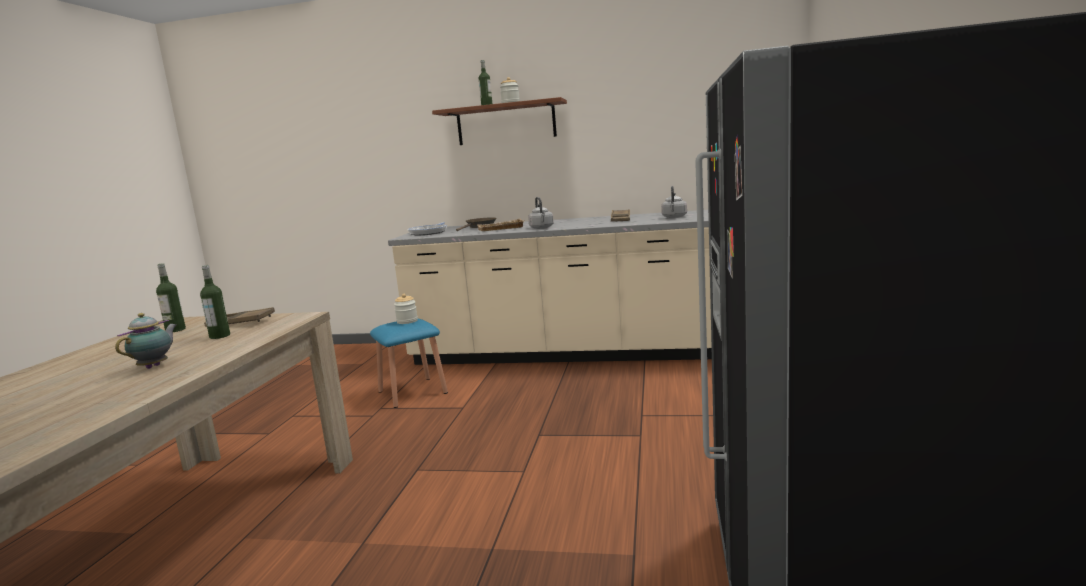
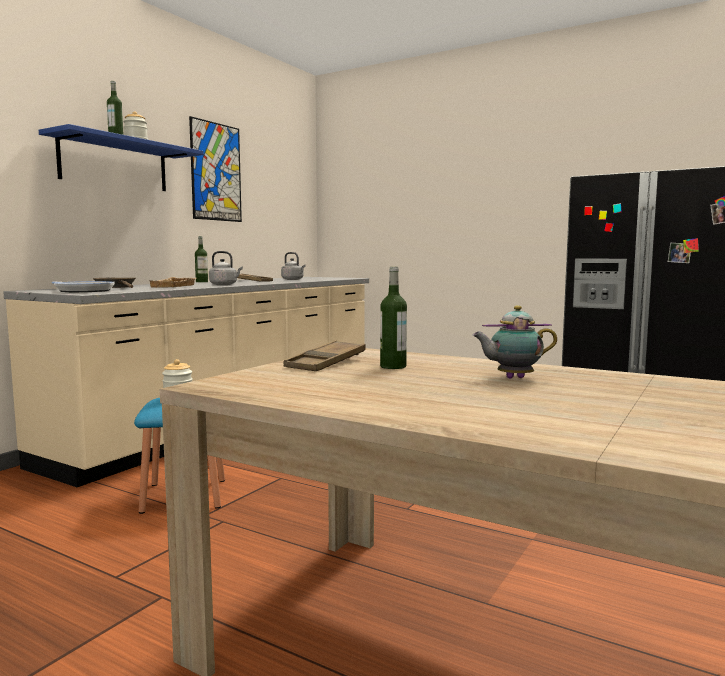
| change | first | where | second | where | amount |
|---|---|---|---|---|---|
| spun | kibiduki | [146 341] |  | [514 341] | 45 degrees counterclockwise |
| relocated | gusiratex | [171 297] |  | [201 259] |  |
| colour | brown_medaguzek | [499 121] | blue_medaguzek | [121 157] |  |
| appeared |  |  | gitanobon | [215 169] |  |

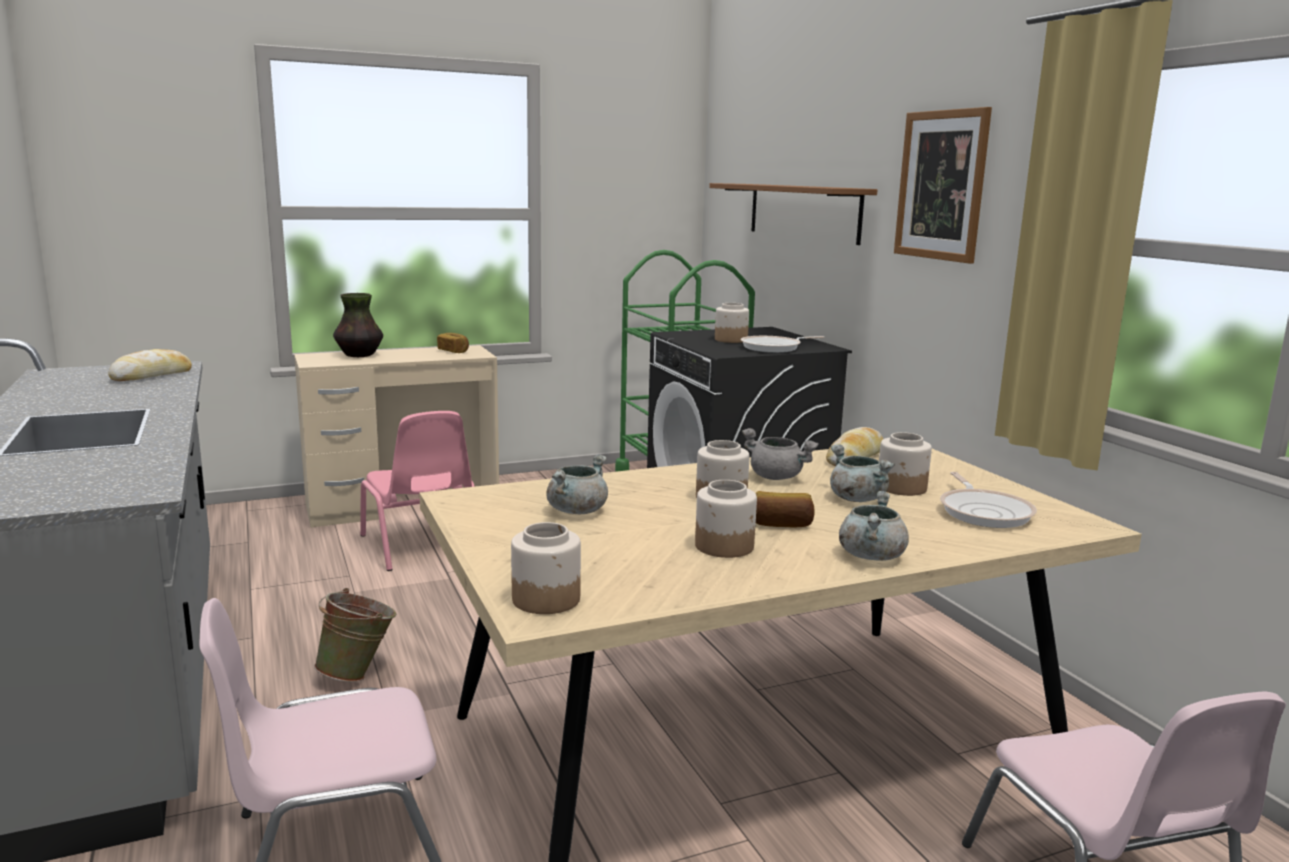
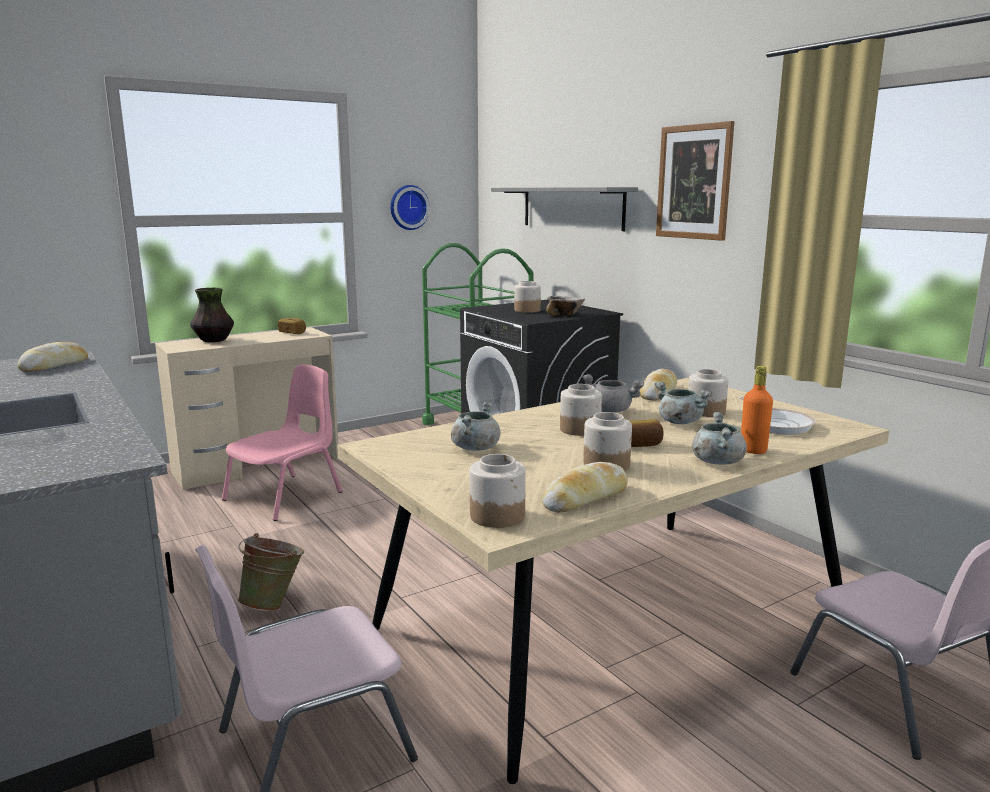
| change | first | where | second | where | amount |
|---|---|---|---|---|---|
| spun | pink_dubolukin | [417 491] |  | [282 442] | 105 degrees counterclockwise |
| colour | brown_medaguzek | [793 214] | grey_medaguzek | [564 209] |  |
| exchanged | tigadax | [782 344] | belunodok | [565 306] |  |
| appeared |  |  | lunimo | [410 207] |  |
| appeared |  |  | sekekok | [585 487] |  |
| appeared |  |  | orange_gusiratex | [757 410] |  |

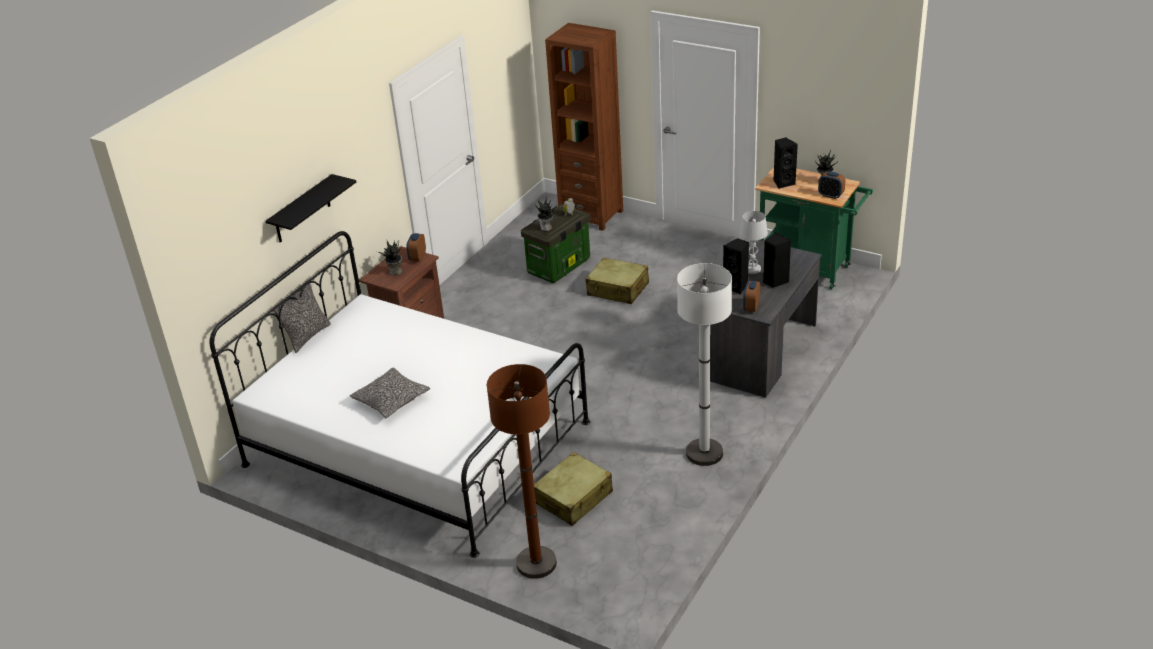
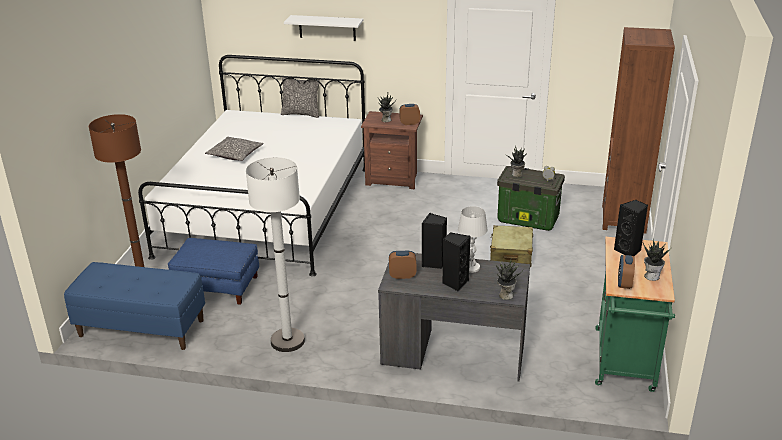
| change | first | where | second | where | amount |
|---|---|---|---|---|---|
| colour | black_medaguzek | [311 208] | white_medaguzek | [323 28] |  |
| exchanged | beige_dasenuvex | [573 489] | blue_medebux | [213 271] |  |
| appeared |  |  | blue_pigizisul | [134 306] |  |
| appeared |  |  | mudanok | [508 279] |  |

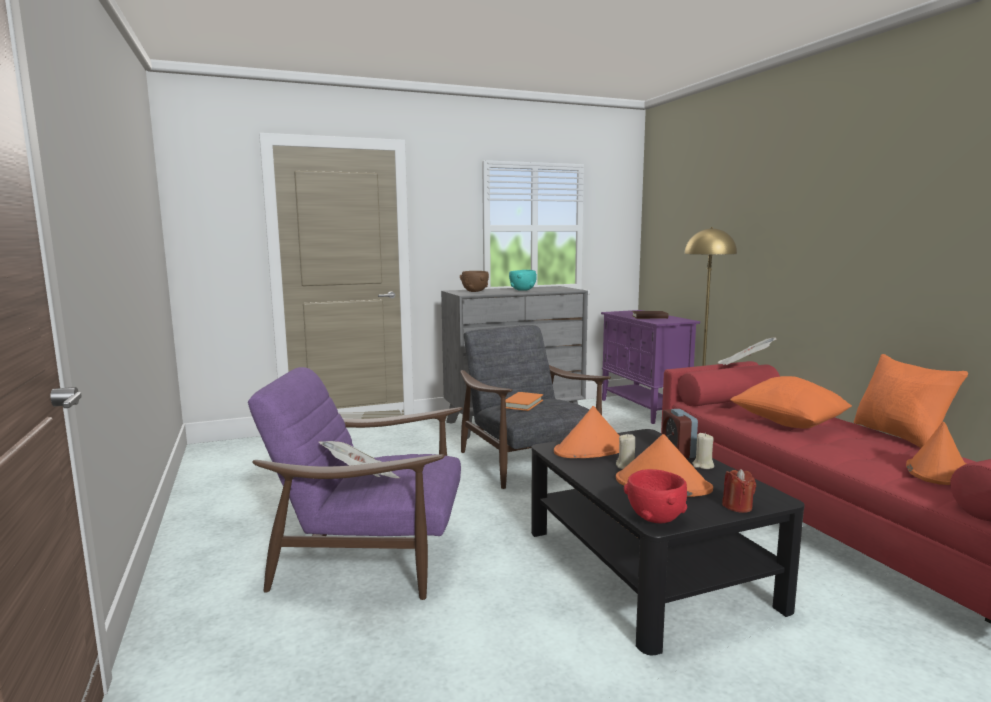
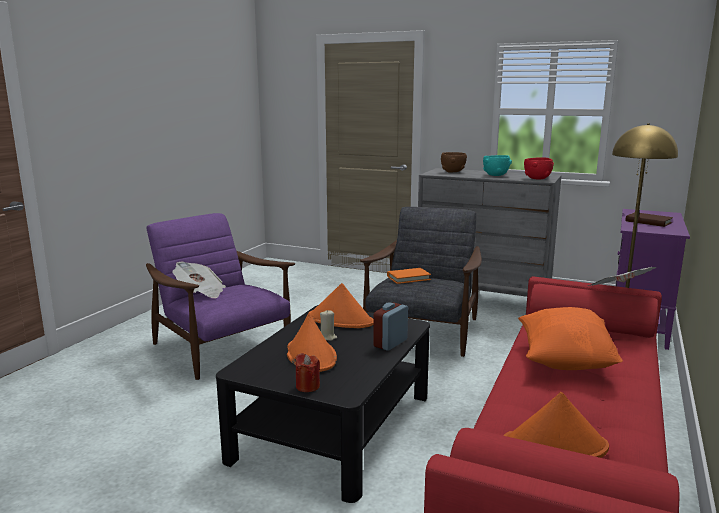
| change | first | where | second | where | amount |
|---|---|---|---|---|---|
| relocated | red_belunodok | [655 496] |  | [539 168] |  |
| missing | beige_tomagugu | [703 451] |  |  |  |
| missing | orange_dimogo | [911 401] |  |  |  |

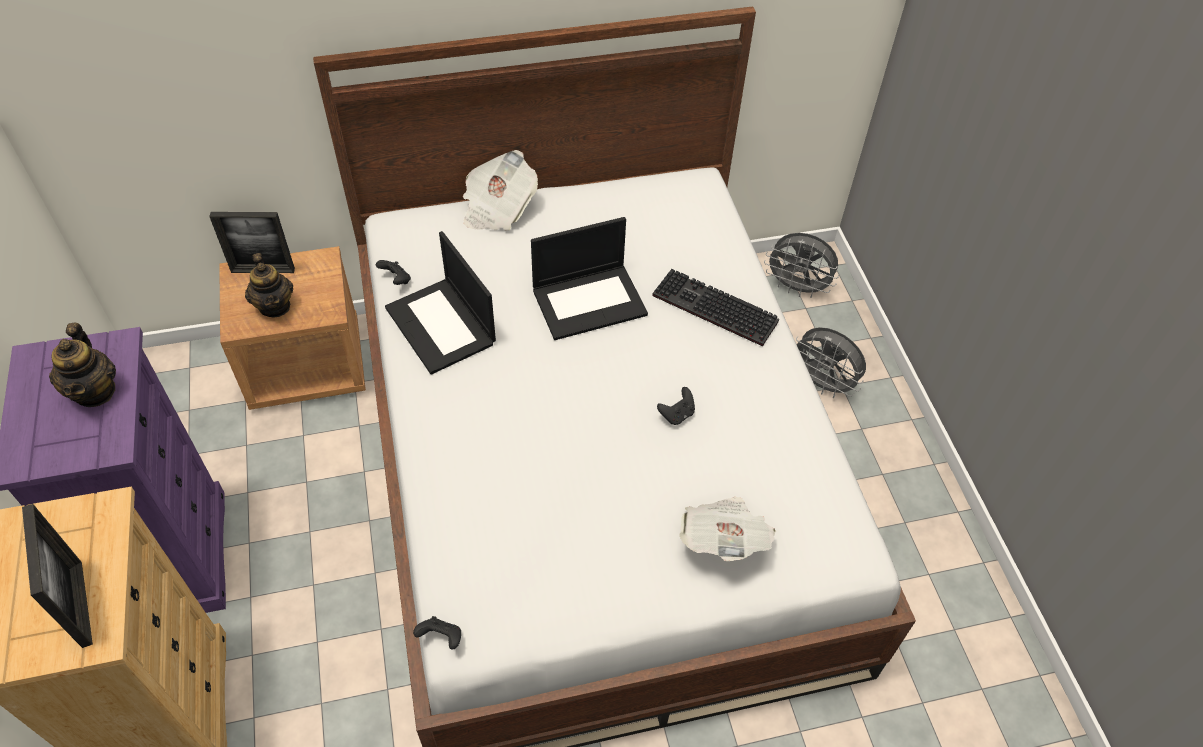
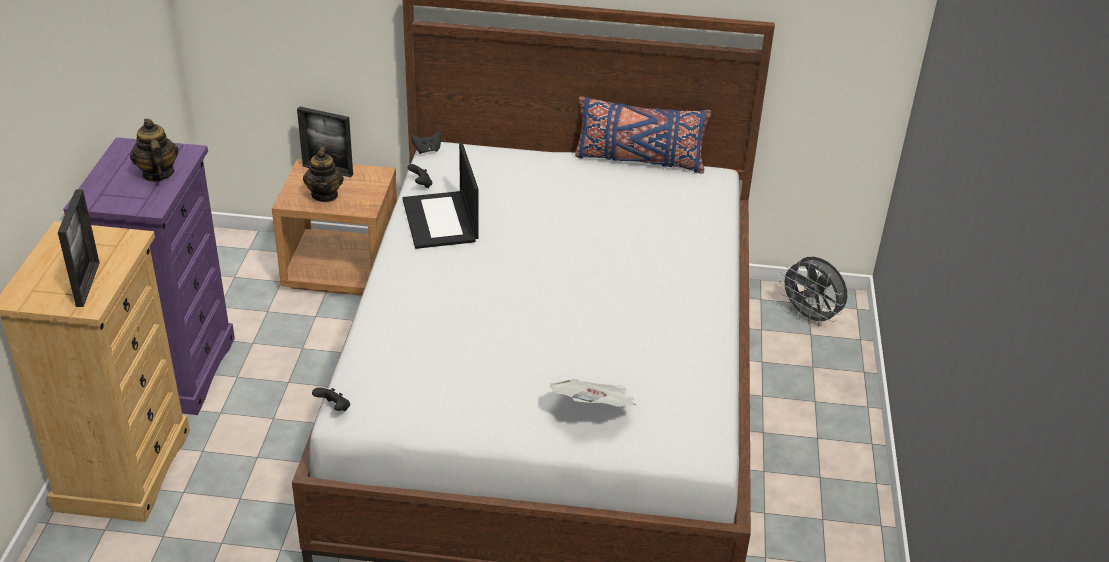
| change | first | where | second | where | amount |
|---|---|---|---|---|---|
| spun | kibiduki | [82 365] |  | [154 150] | 150 degrees clockwise |
| missing | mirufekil | [500 190] |  |  |  |
| missing | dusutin | [589 278] |  |  |  |
| missing | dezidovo | [715 307] |  |  |  |
| relocated | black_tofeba | [676 406] |  | [426 142] |  |
| missing | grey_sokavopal | [831 362] |  |  |  |
| appeared |  |  | blue_dimogo | [643 135] |  |

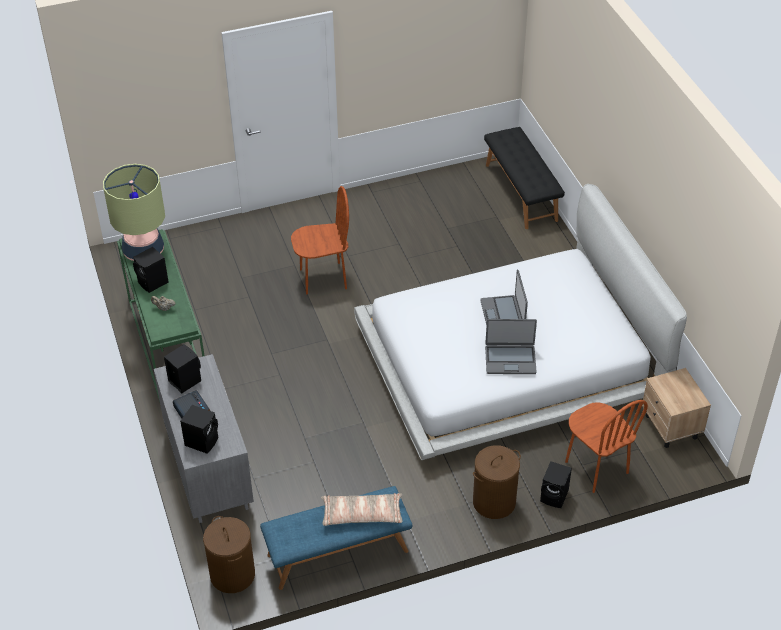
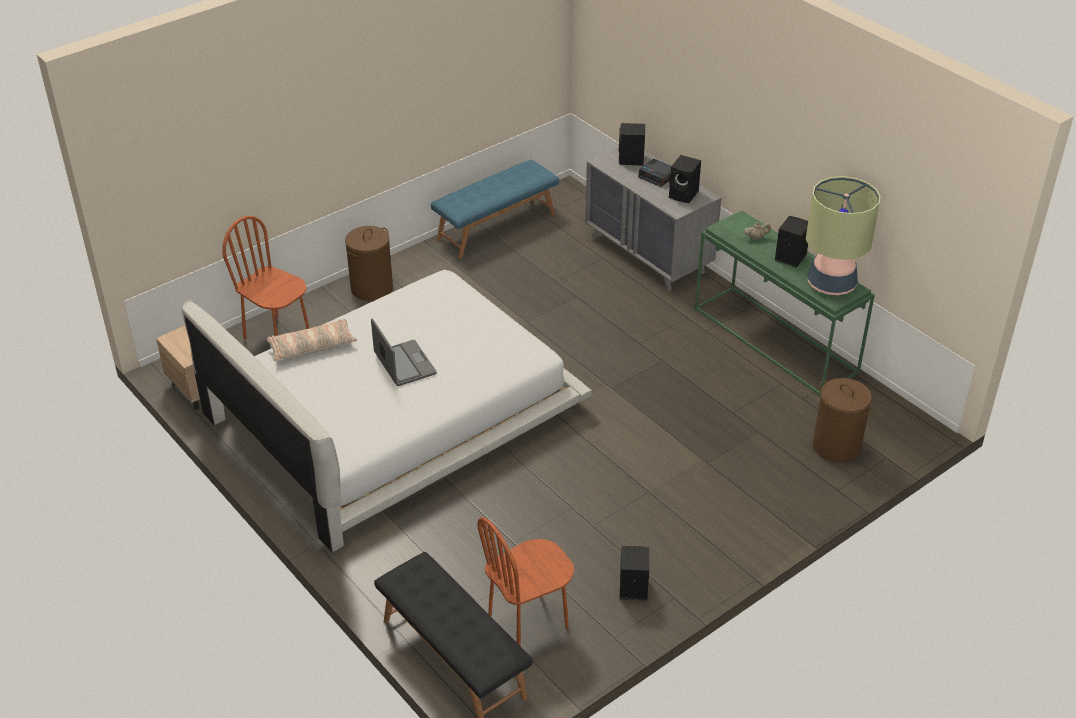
| change | first | where | second | where | amount |
|---|---|---|---|---|---|
| relocated | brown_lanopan | [229 554] |  | [843 420] |  |
| relocated | brown_dubolukin | [320 240] |  | [525 581] |  |
| relocated | dimogo | [362 509] |  | [311 340] |  |
| missing | dusutin | [511 346] |  |  |  |
| relocated | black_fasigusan | [556 484] |  | [634 573] |  |

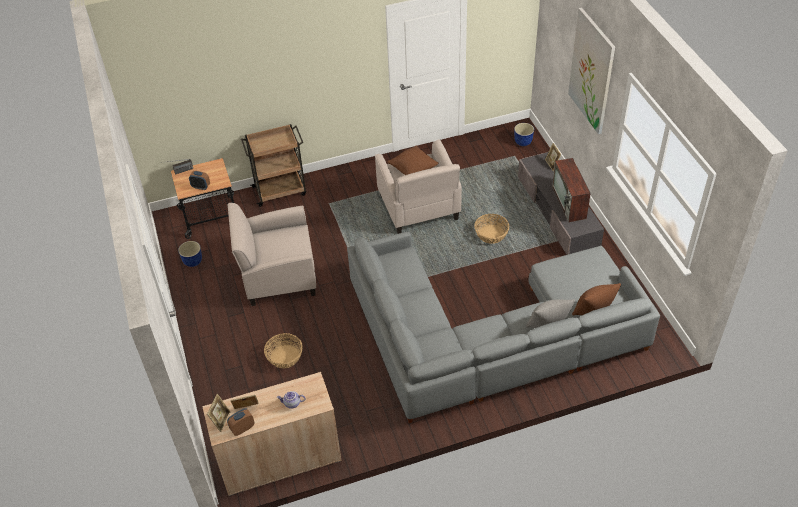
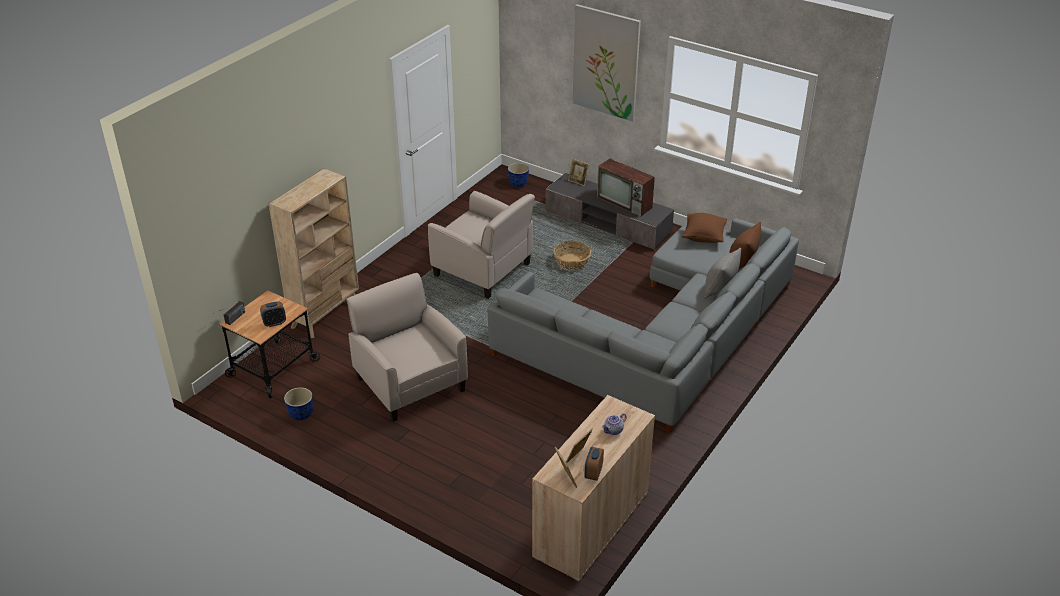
| change | first | where | second | where | amount |
|---|---|---|---|---|---|
| spun | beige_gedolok | [271 254] |  | [407 347] | 105 degrees clockwise |
| exchanged | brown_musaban | [273 165] | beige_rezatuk | [314 253] |  |
| missing | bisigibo | [283 350] |  |  |  |
| relocated | brown_dimogo | [413 160] |  | [704 228] |  |

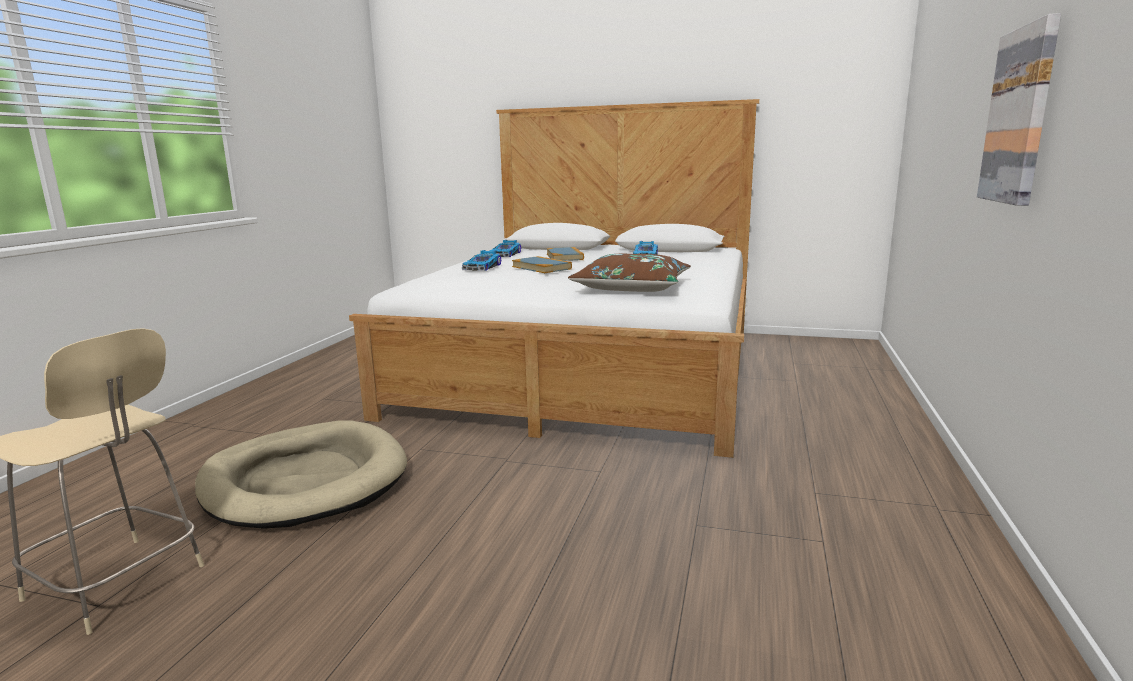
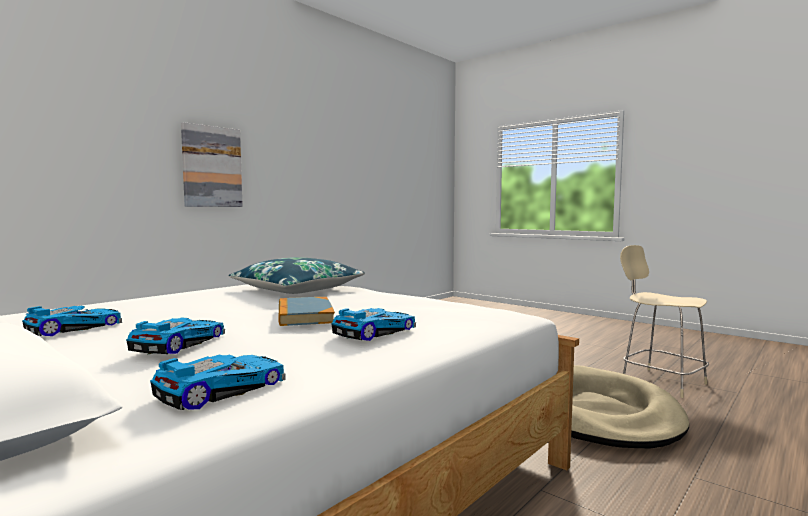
| change | first | where | second | where | amount |
|---|---|---|---|---|---|
| exchanged | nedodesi | [565 254] | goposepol | [175 336] |  |
| colour | brown_dimogo | [629 273] | blue_dimogo | [296 275] |  |

